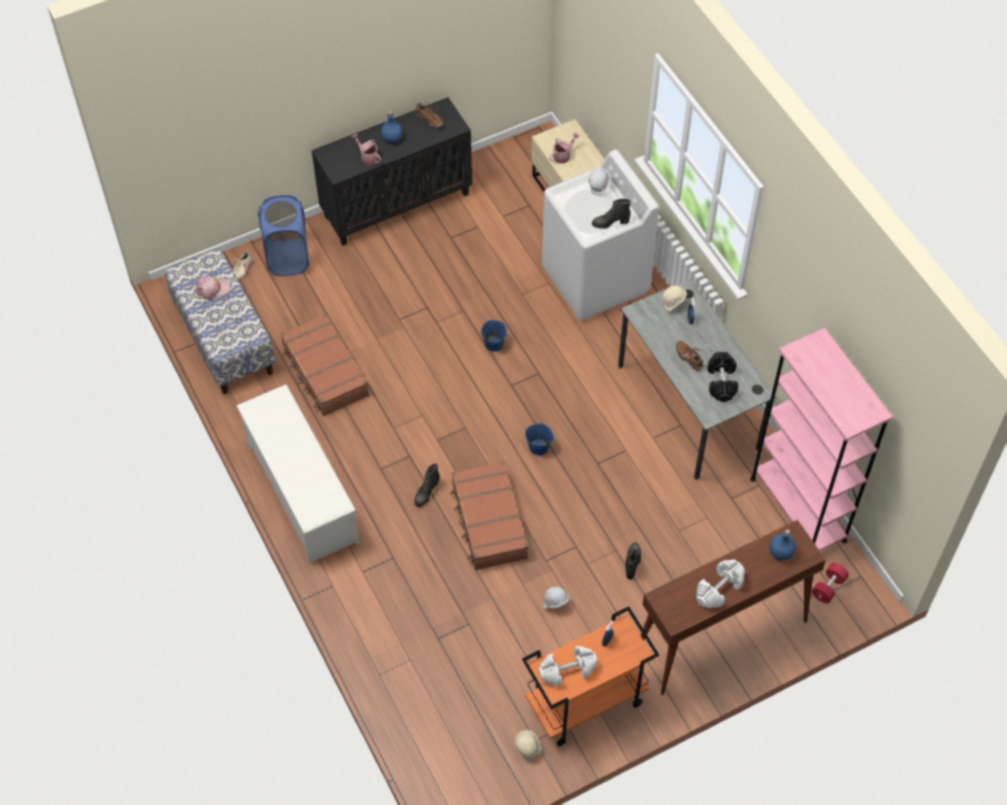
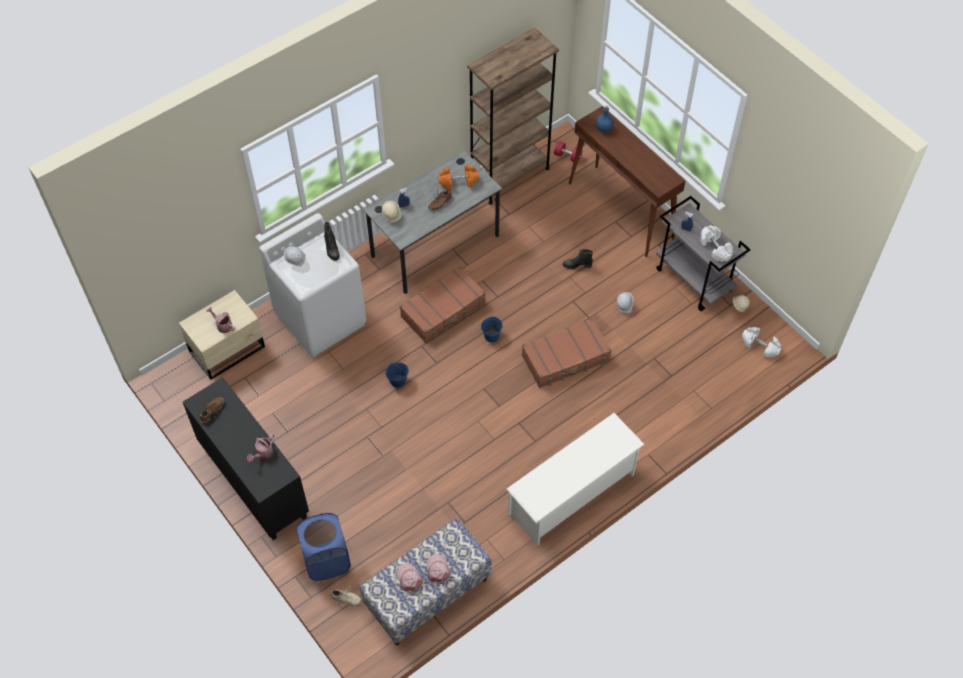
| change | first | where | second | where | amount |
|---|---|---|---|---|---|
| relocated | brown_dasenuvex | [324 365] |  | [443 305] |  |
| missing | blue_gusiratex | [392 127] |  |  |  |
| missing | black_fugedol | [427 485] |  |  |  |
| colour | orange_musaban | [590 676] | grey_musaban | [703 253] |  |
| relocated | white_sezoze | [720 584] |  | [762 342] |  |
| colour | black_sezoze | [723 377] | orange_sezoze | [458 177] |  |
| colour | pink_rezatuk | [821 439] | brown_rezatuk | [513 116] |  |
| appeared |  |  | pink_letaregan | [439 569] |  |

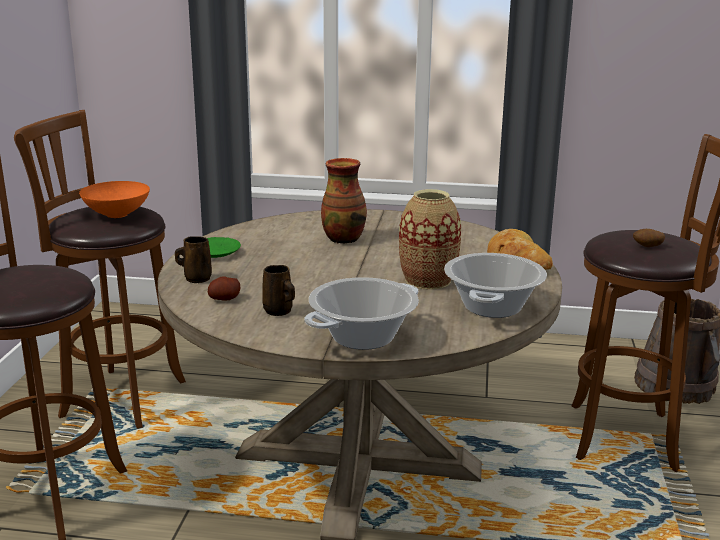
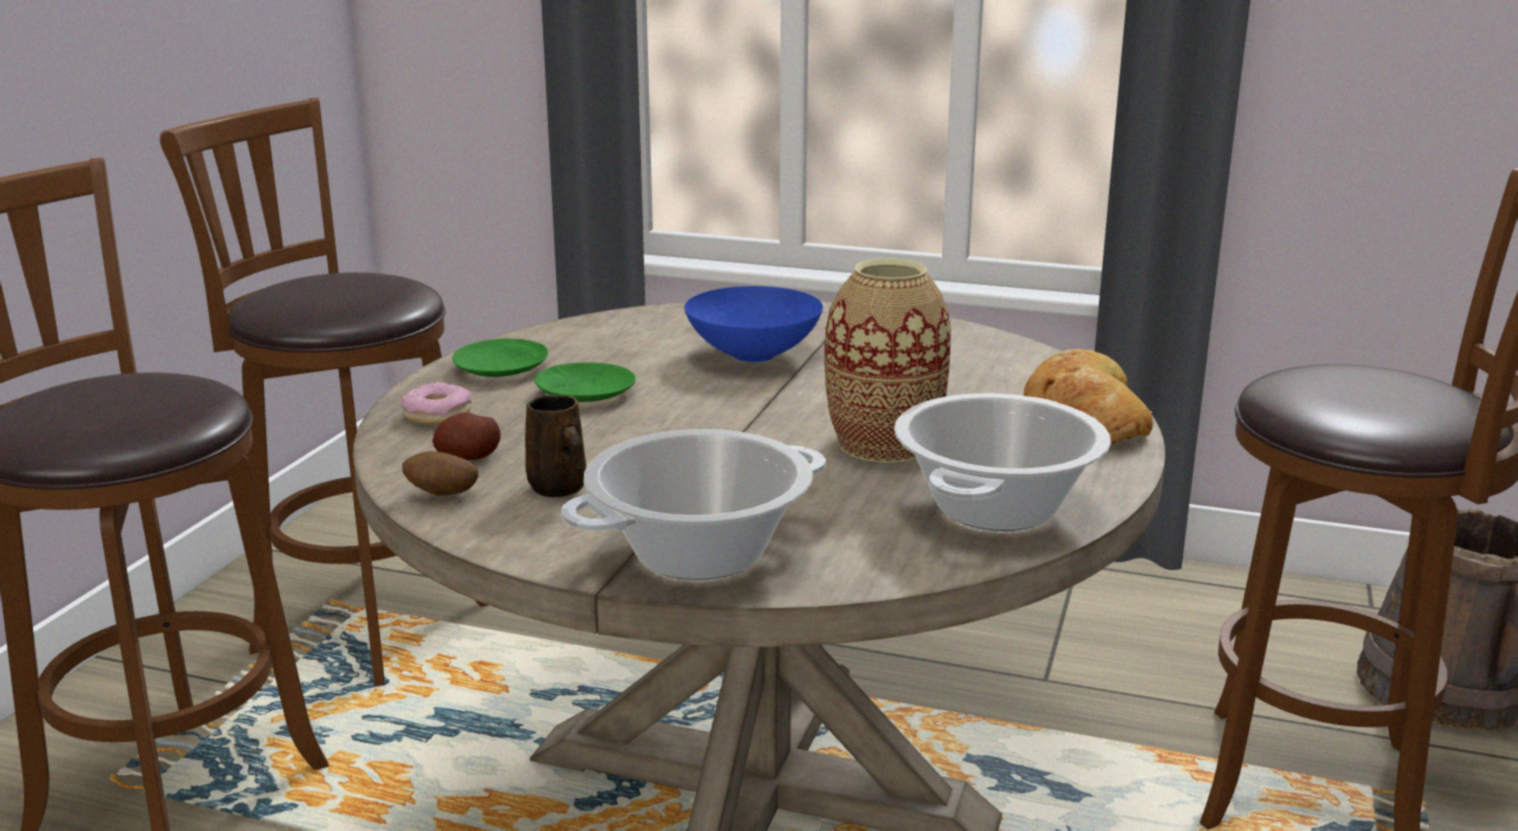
| change | first | where | second | where | amount |
|---|---|---|---|---|---|
| missing | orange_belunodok | [114 199] |  |  |  |
| exchanged | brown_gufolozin | [193 259] | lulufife | [436 403] |  |
| exchanged | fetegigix | [344 201] | blue_belunodok | [753 324] |  |
| relocated | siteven | [649 238] |  | [440 473] |  |
| appeared |  |  | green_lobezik | [585 382] |  |

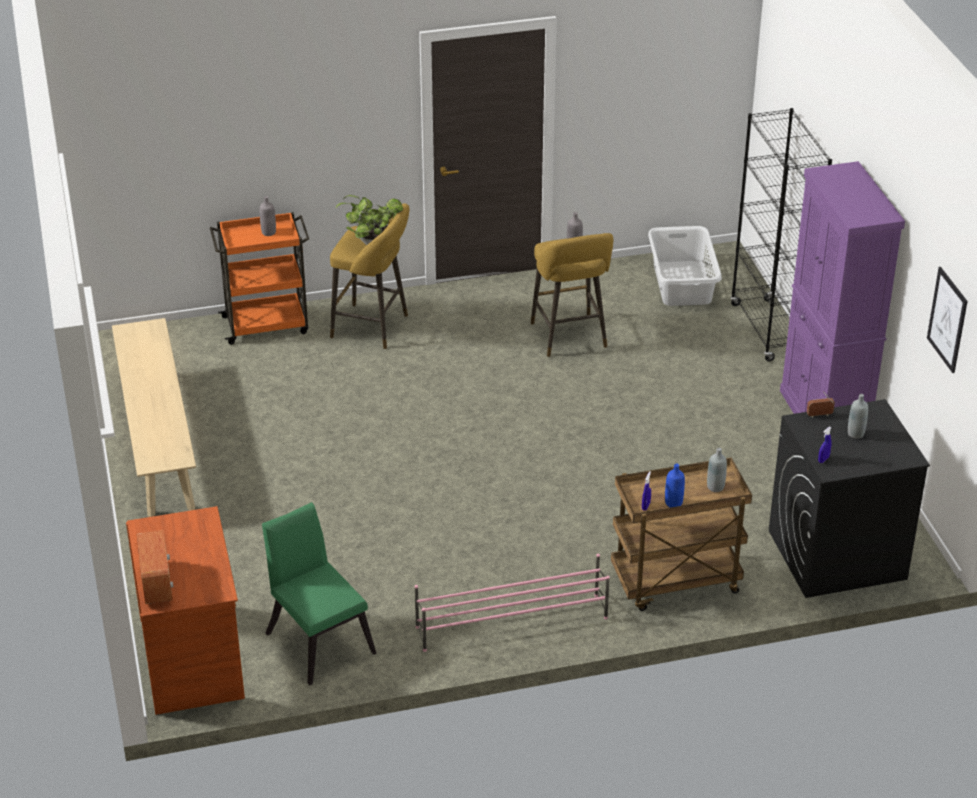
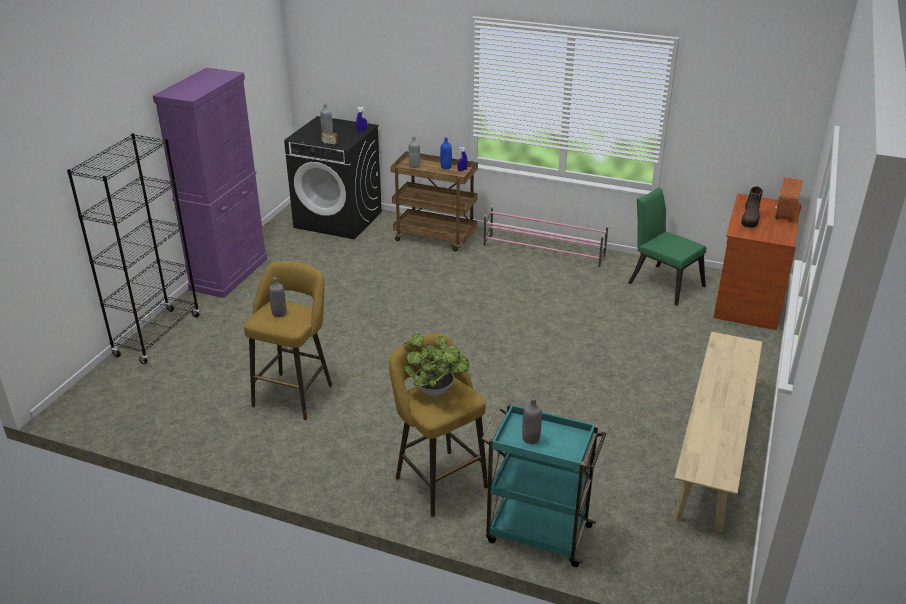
| change | first | where | second | where | amount |
|---|---|---|---|---|---|
| colour | orange_musaban | [259 278] | turquoise_musaban | [543 485] |  |
| spun | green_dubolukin | [319 593] |  | [667 246] | 135 degrees clockwise |
| missing | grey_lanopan | [685 266] |  |  |  |
| missing | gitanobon | [947 320] |  |  |  |
| appeared |  |  | brown_fugedol | [752 207] |  |

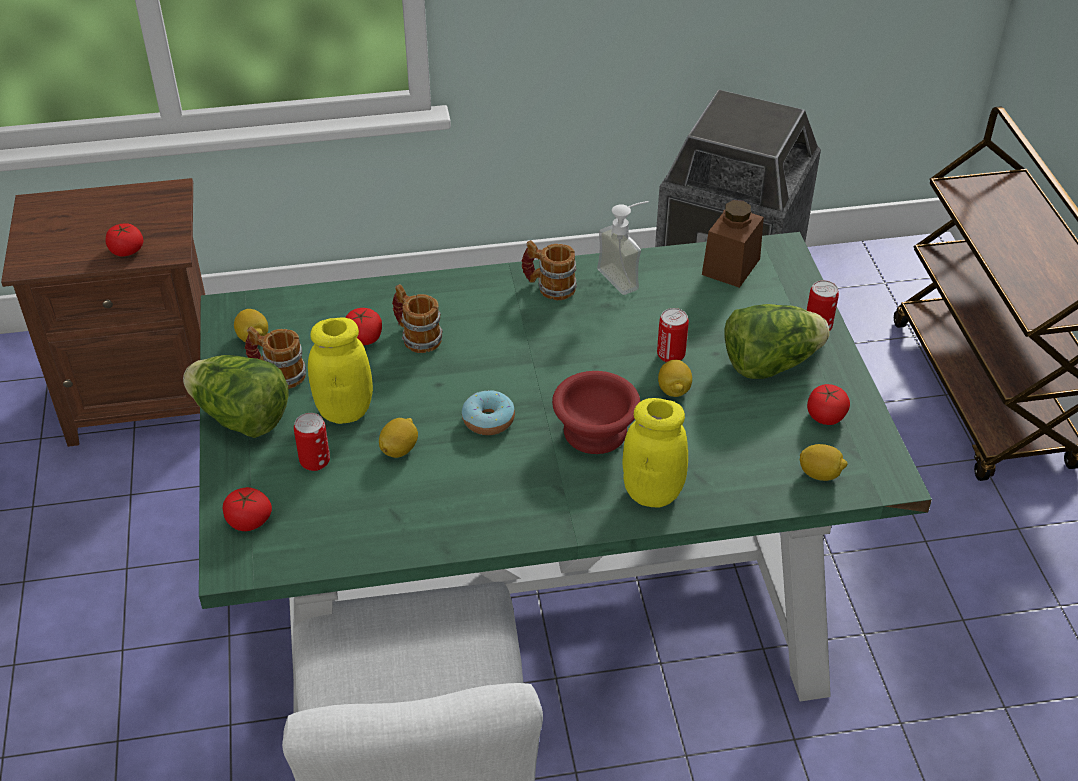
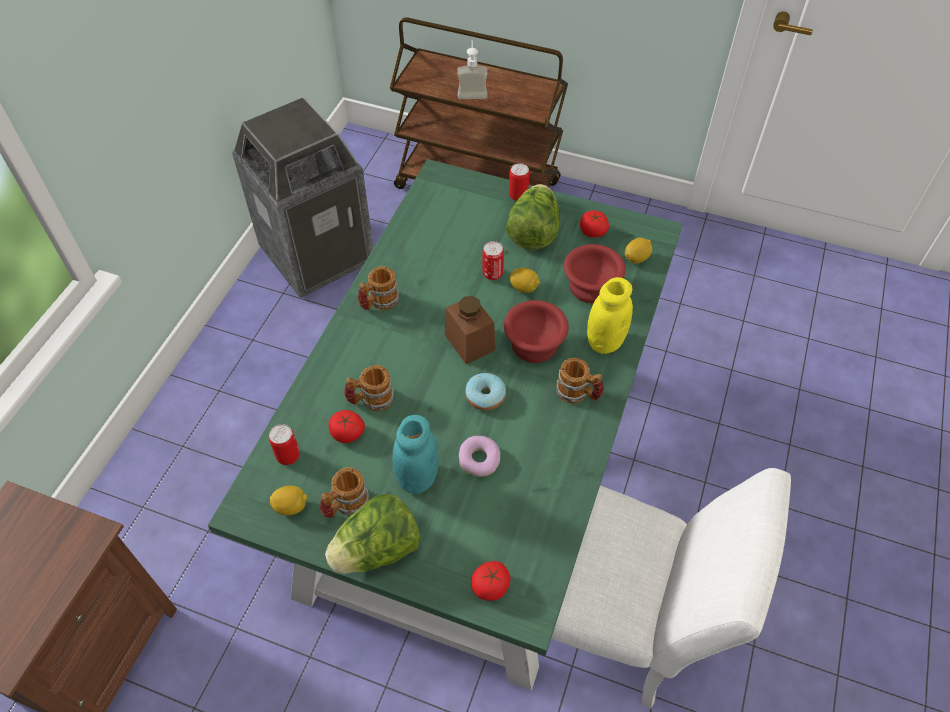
| change | first | where | second | where | amount |
|---|---|---|---|---|---|
| missing | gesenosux | [124 240] |  |  |  |
| relocated | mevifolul | [312 442] |  | [284 444] |  |
| colour | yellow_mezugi | [340 370] | turquoise_mezugi | [415 454] |  |
| exchanged | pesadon | [398 438] | lulufife | [480 456] |  |
| relocated | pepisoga | [623 248] |  | [472 69] |  |
| relocated | brown_mezugi | [733 244] |  | [470 329] |  |
| appeared |  |  | gufolozin | [580 381] |  |
| appeared |  |  | red_belunodok | [595 273] |  |

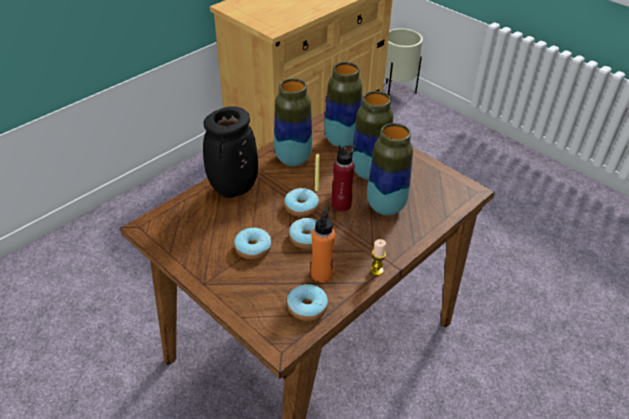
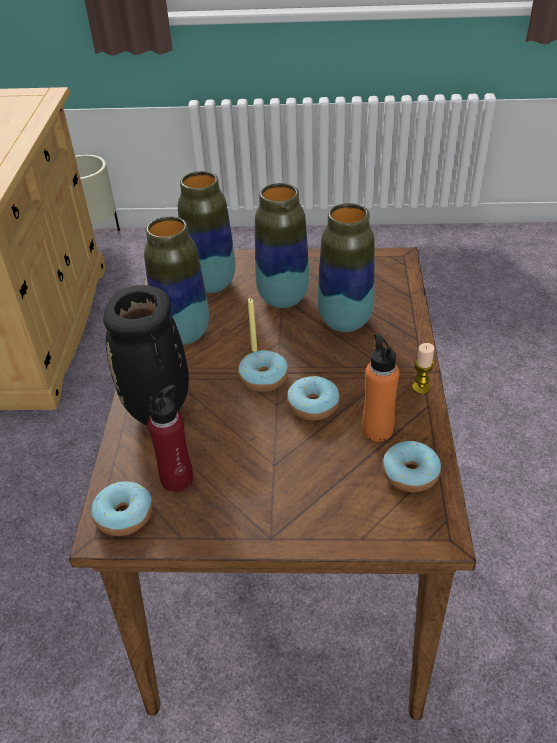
| change | first | where | second | where | amount |
|---|---|---|---|---|---|
| relocated | lulufife | [253 243] |  | [121 509] |  |
| relocated | red_gusiratex | [344 178] |  | [170 438] |  |

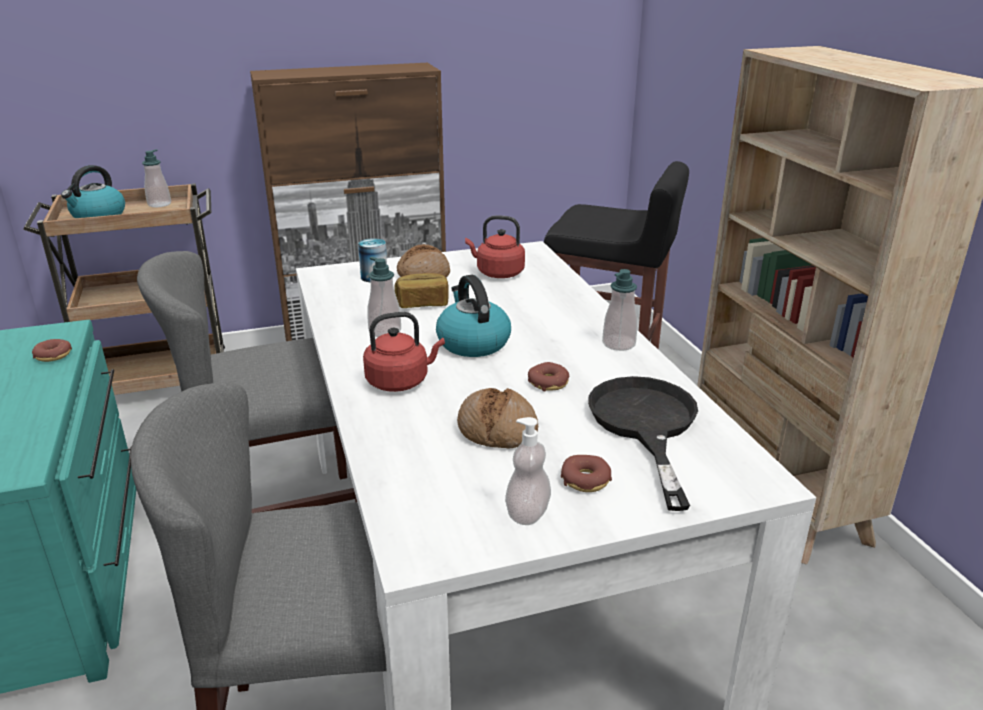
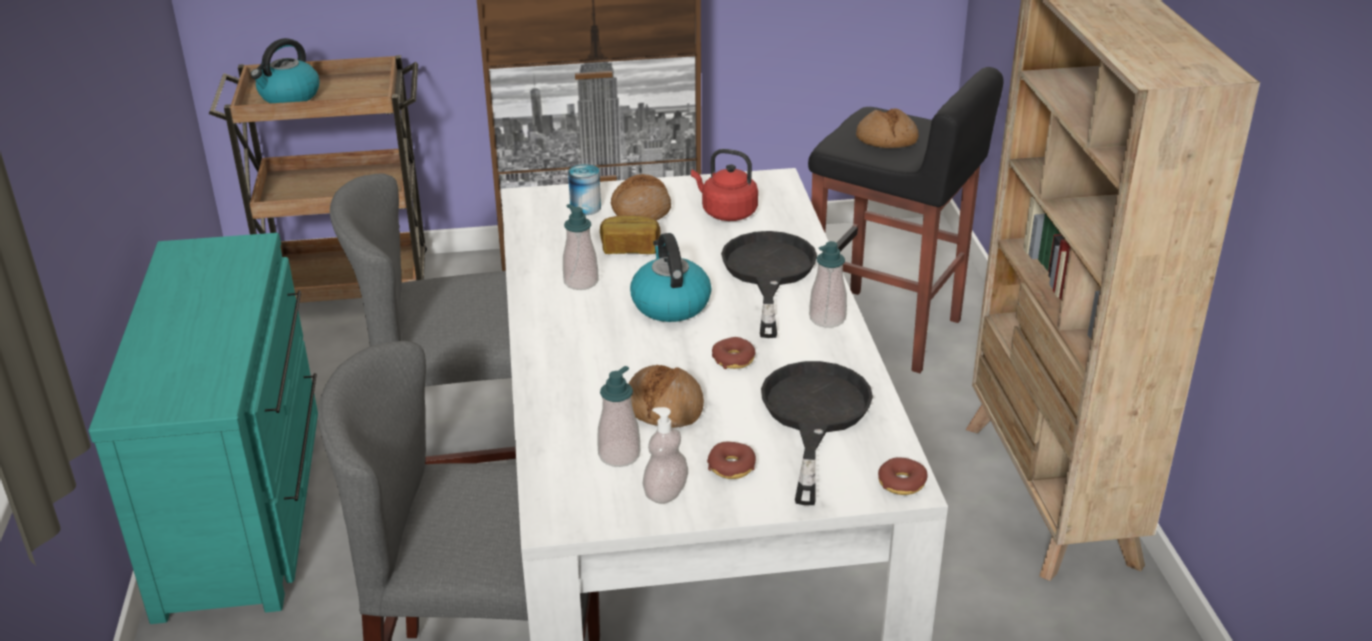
| change | first | where | second | where | amount |
|---|---|---|---|---|---|
| relocated | lulufife | [52 350] |  | [902 476] |  |
| relocated | pepisoga | [156 178] |  | [618 416] |  |
| missing | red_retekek | [404 352] |  |  |  |
| appeared |  |  | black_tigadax | [769 284] |  |
| appeared |  |  | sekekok | [887 128] |  |

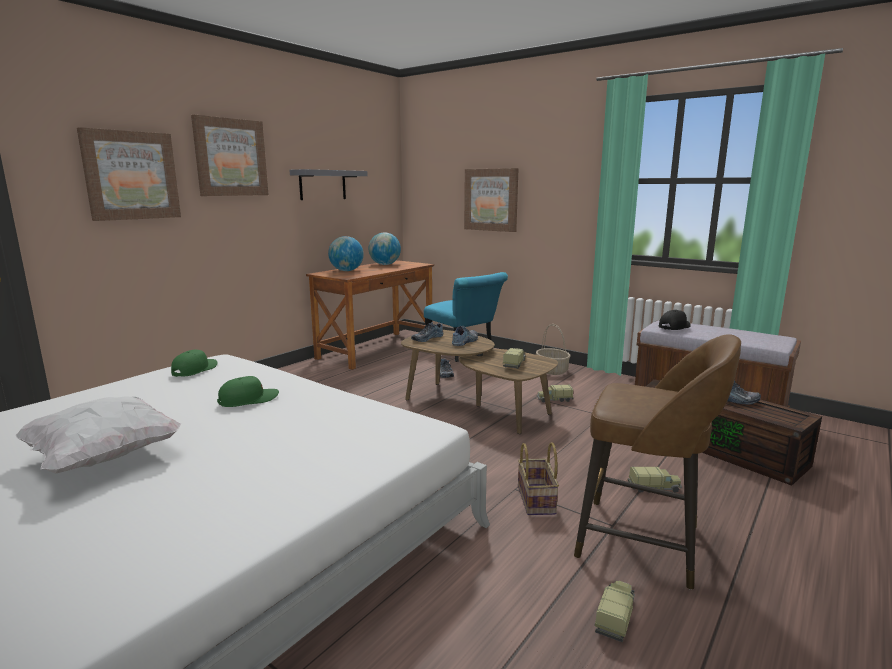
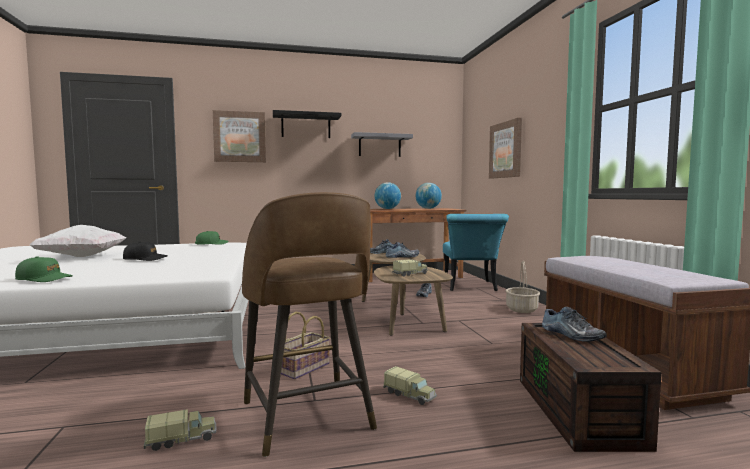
| change | first | where | second | where | amount |
|---|---|---|---|---|---|
| exchanged | gitanobon | [230 155] | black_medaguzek | [307 124] |  |
| relocated | green_letaregan | [248 391] |  | [44 269] |  |
| missing | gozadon | [555 394] |  |  |  |
| relocated | black_letaregan | [675 320] |  | [145 251] |  |

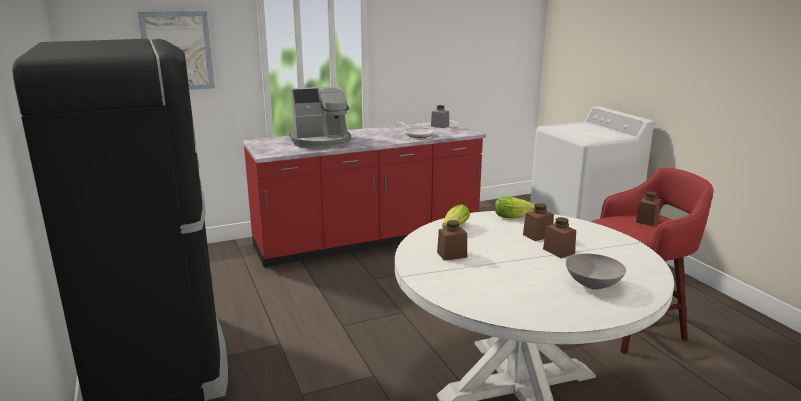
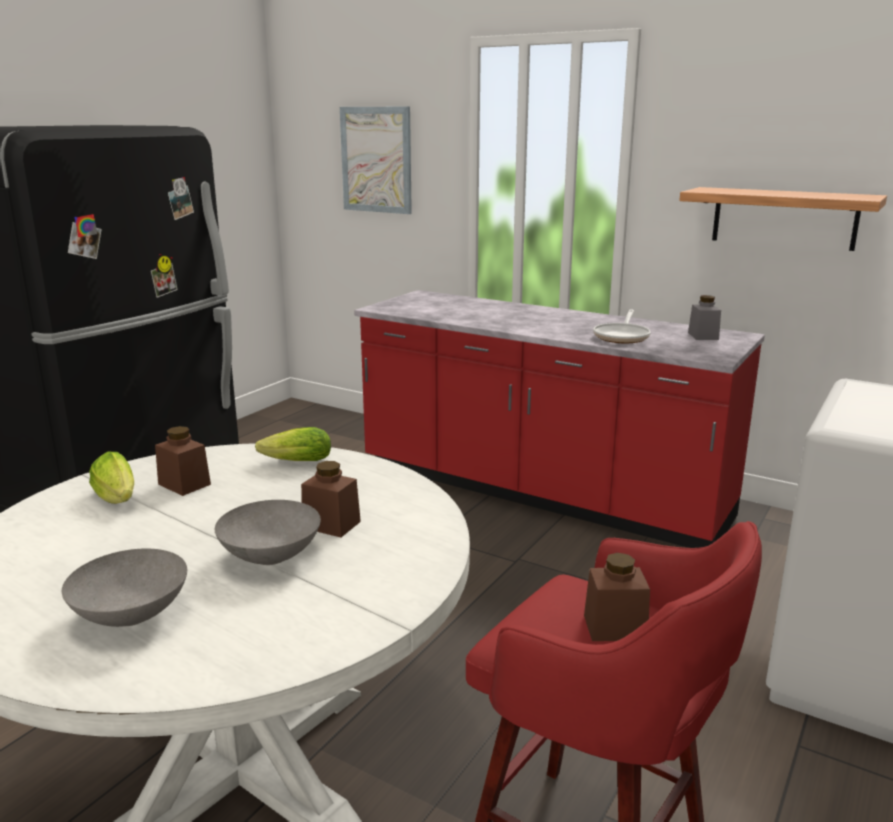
| change | first | where | second | where | amount |
|---|---|---|---|---|---|
| missing | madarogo | [320 117] |  |  |  |
| relocated | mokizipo | [515 207] |  | [111 478] |  |
| exchanged | brown_mezugi | [559 237] | grey_belunodok | [268 532] |  |
| appeared |  |  | medaguzek | [783 219] |  |

